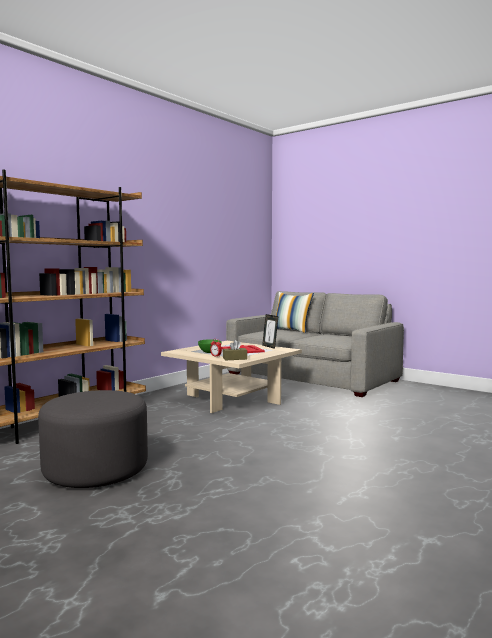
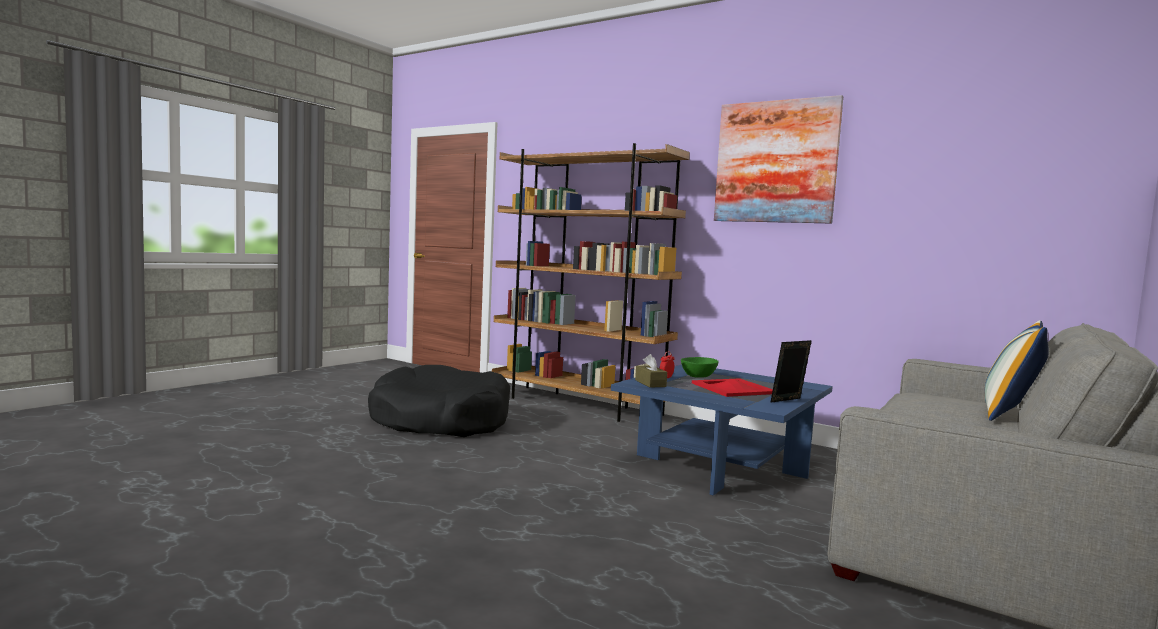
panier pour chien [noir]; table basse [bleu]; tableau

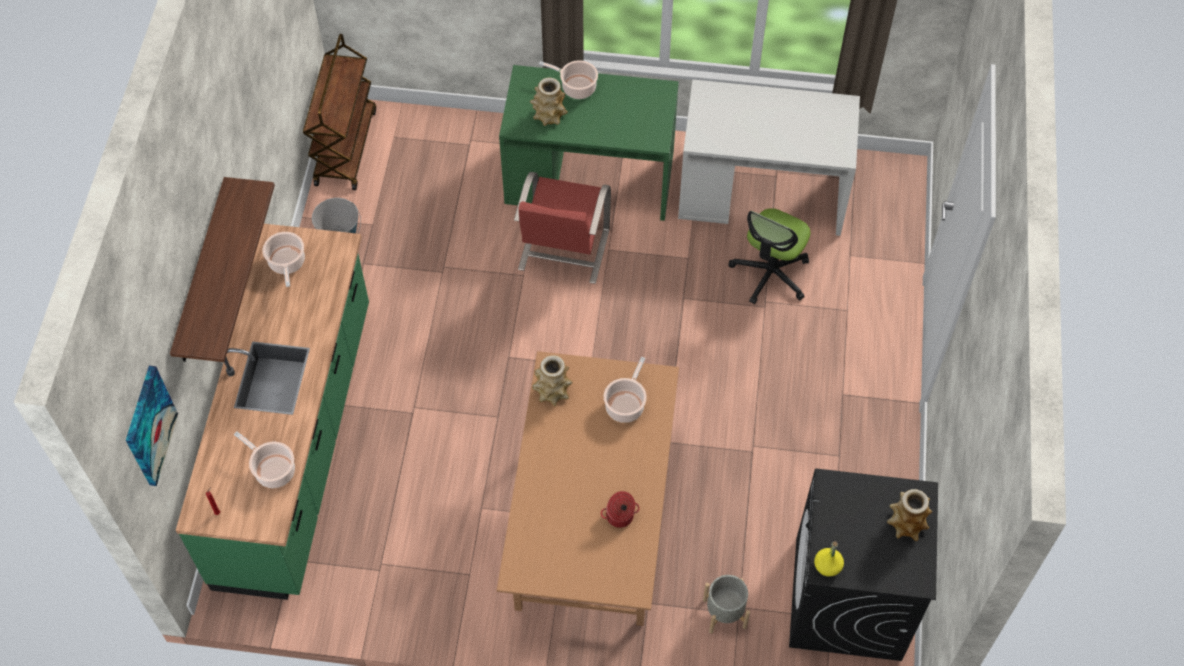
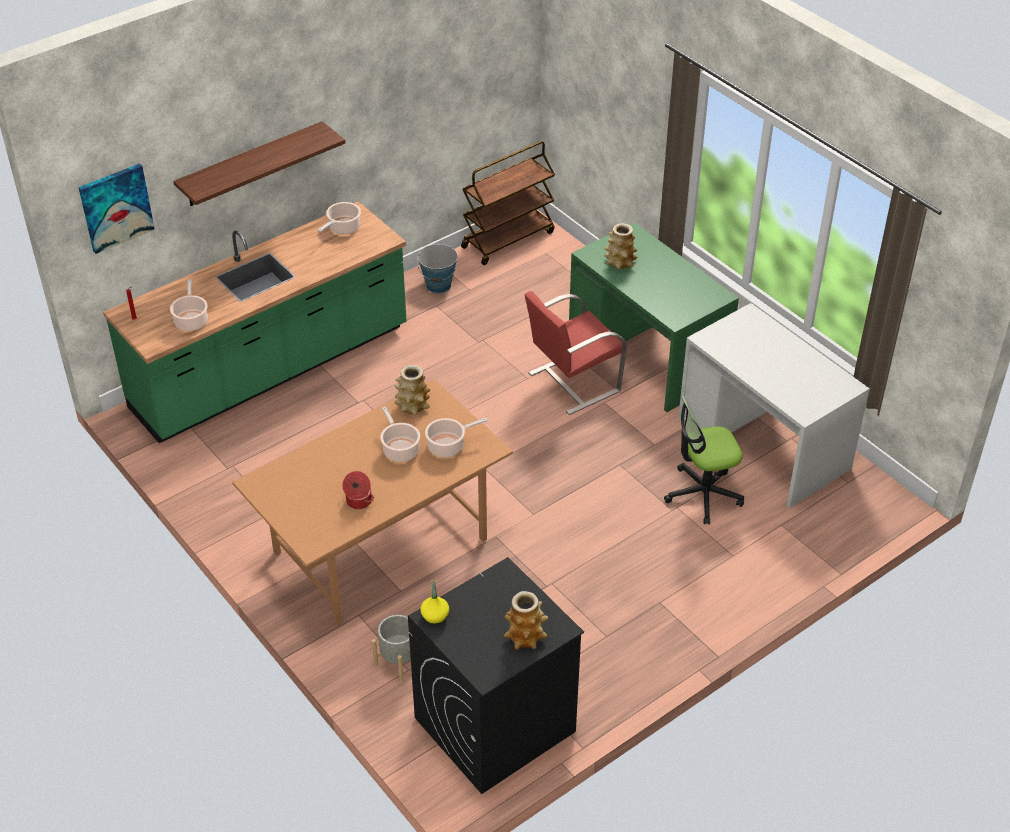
marmite (4th from left)

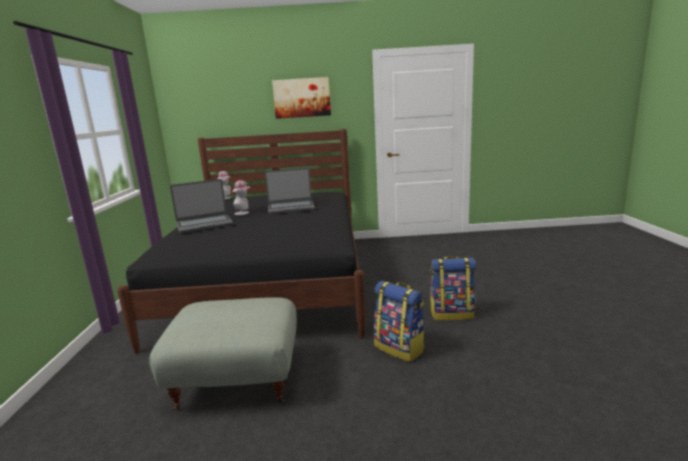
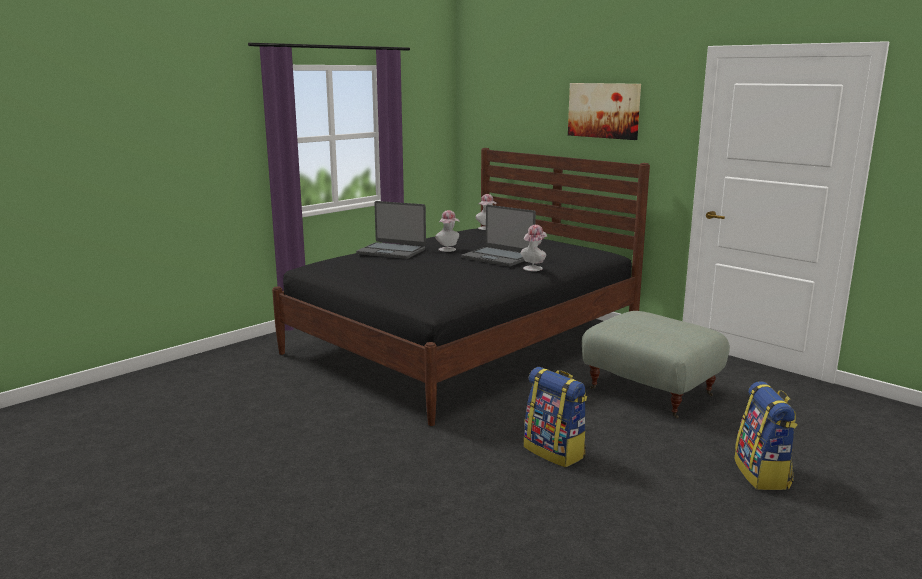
pouf [gris]; sac à dos (2nd from left); chapeau (3rd from left)

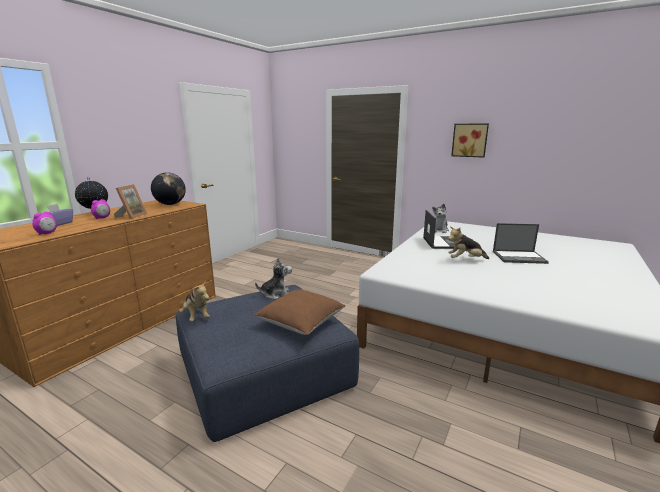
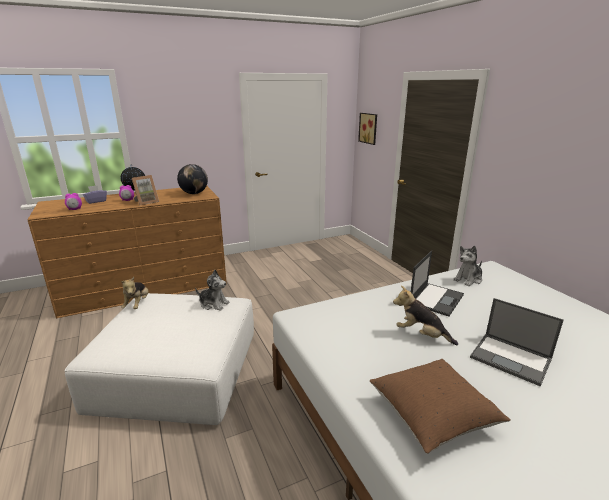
pouf [blanc]; coussin [marron]; tableau

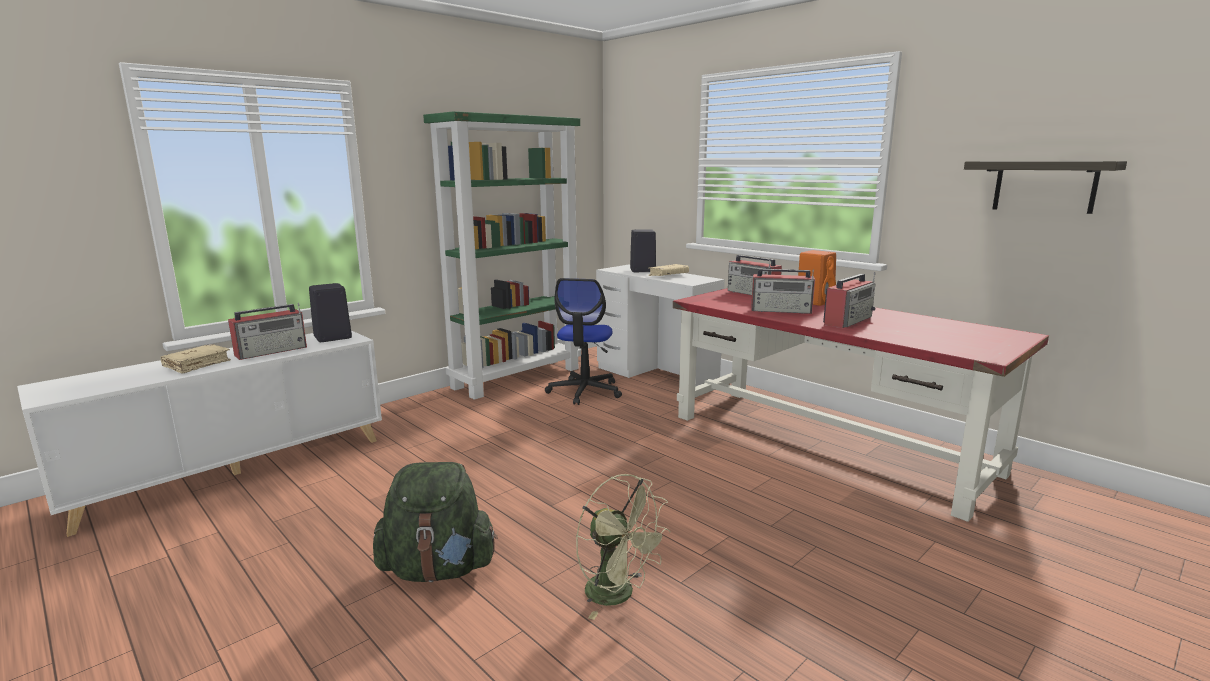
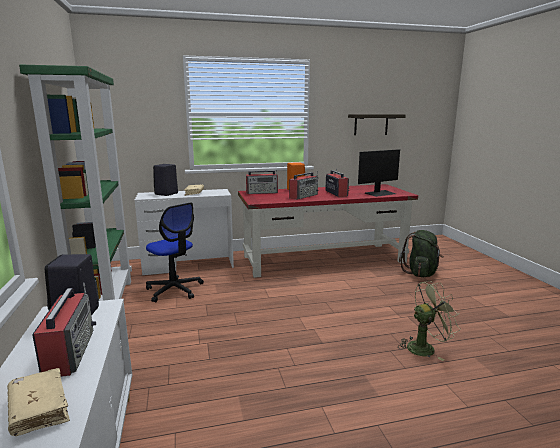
sac à dos [vert]; écran d'ordinateur

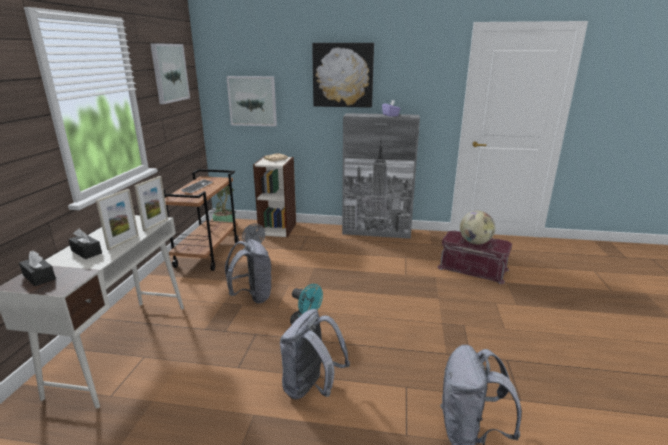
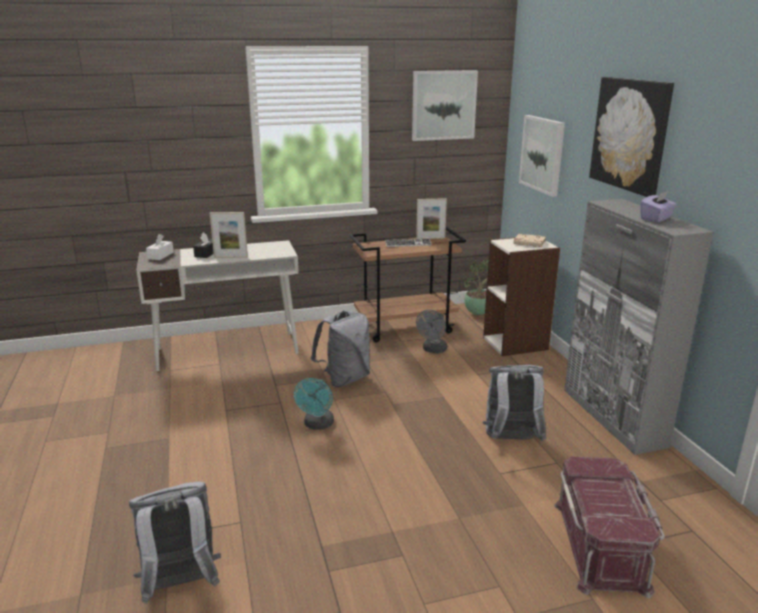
boîte à mouchoirs [blanc]; cadre photo (2nd from left); sac à dos [gris] (3rd from left); globe

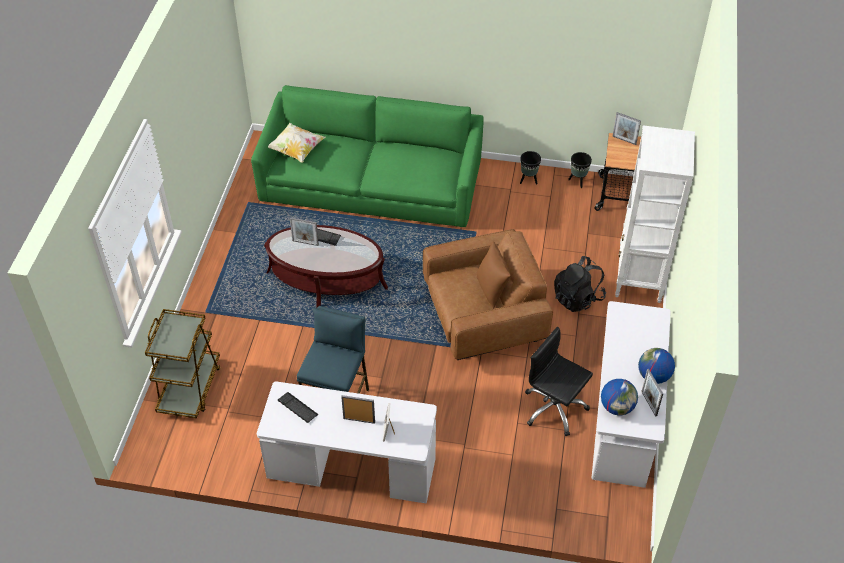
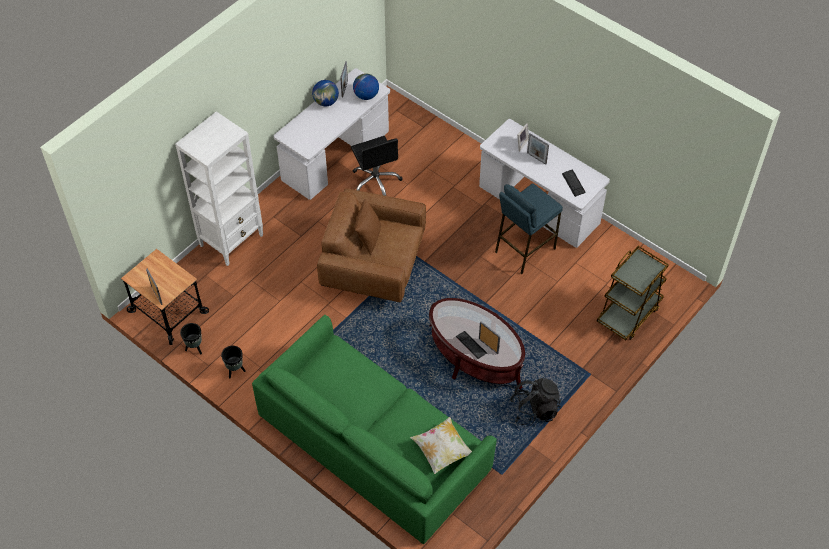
sac à dos [noir]

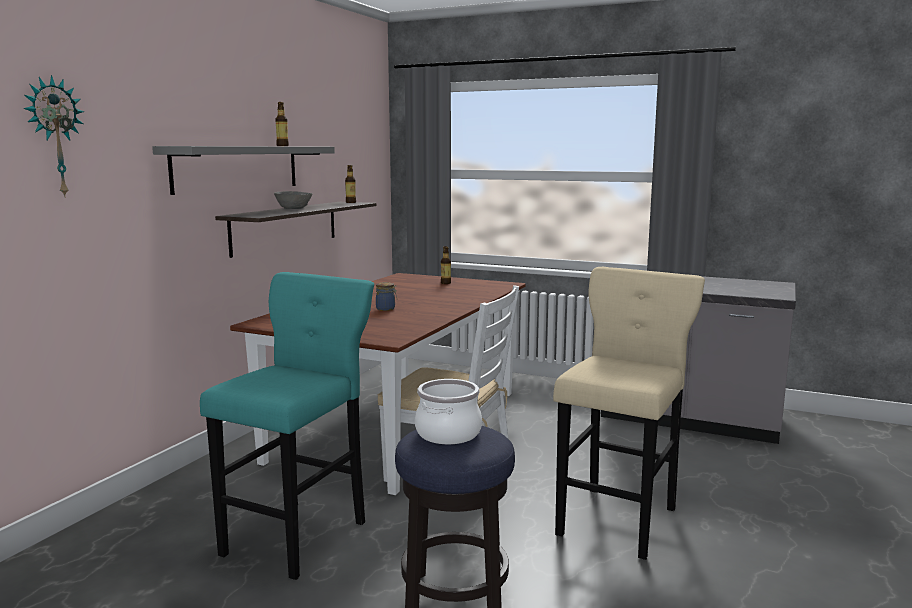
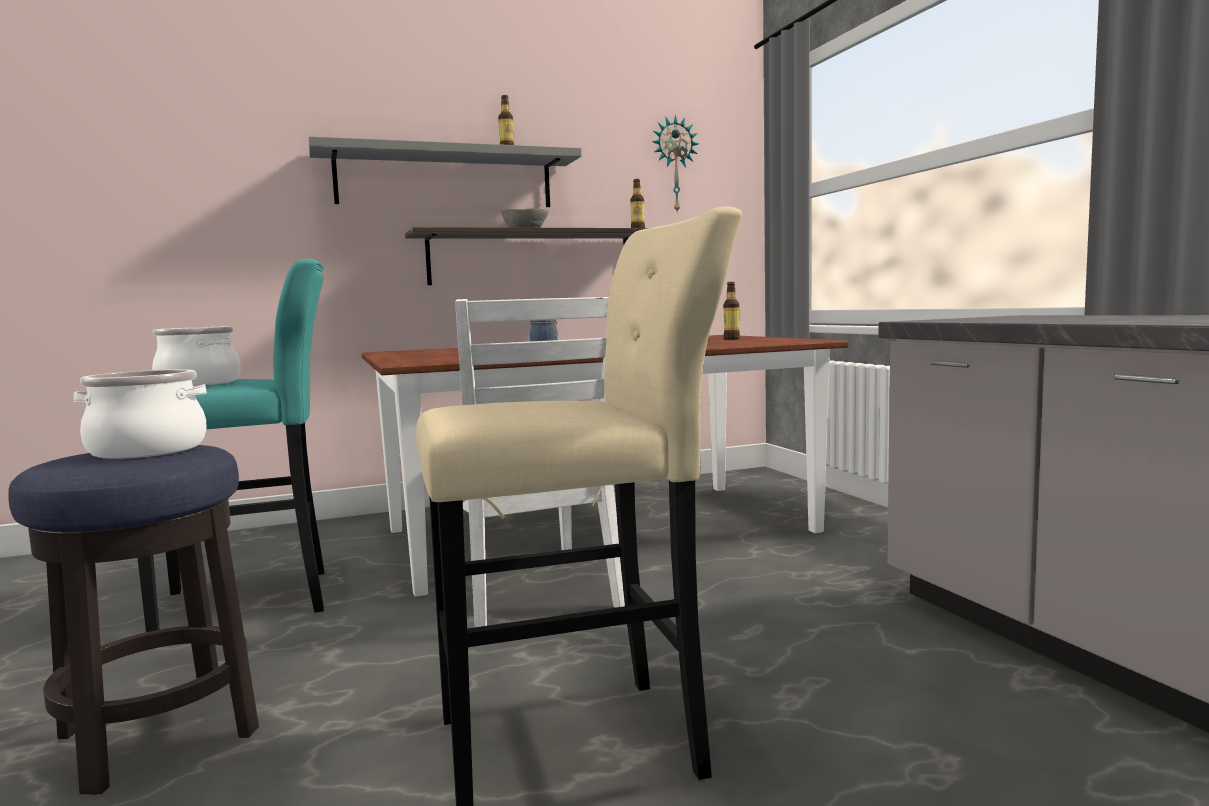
horloge murale; marmite (2nd from left)

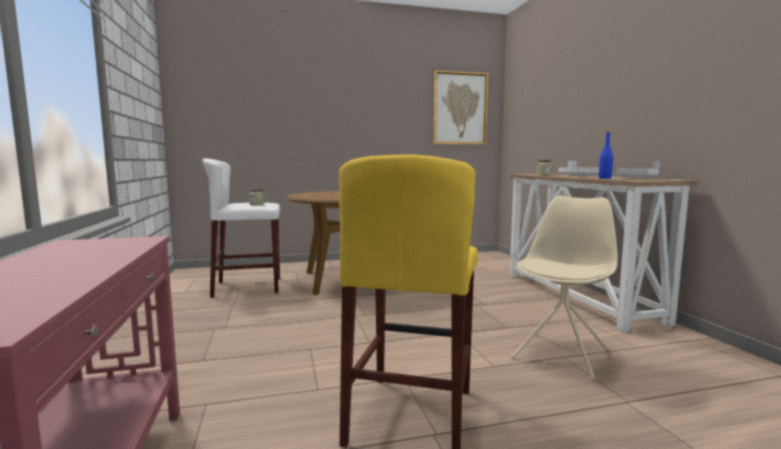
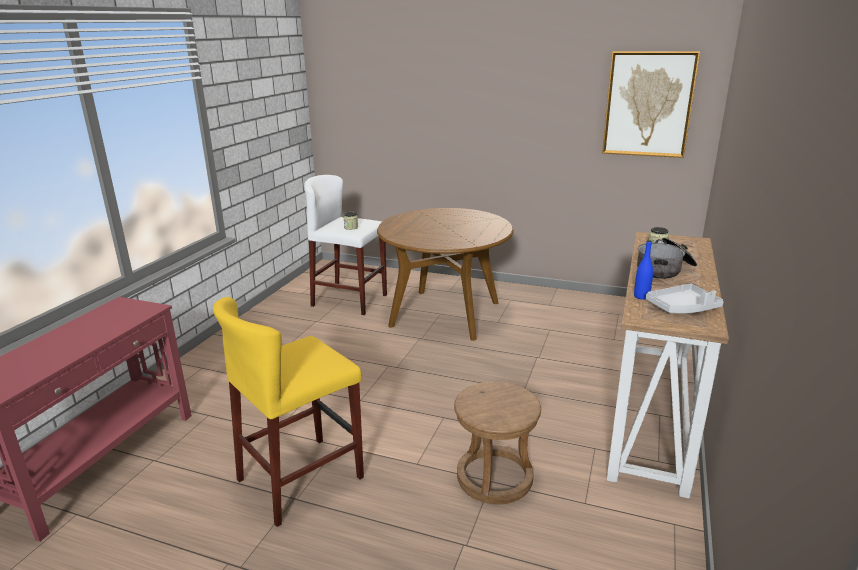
tabouret [marron]; marmite

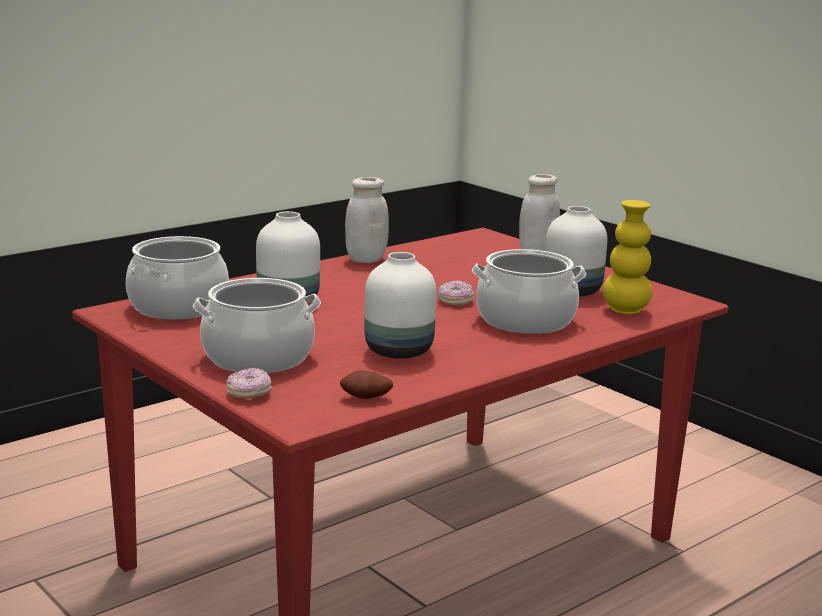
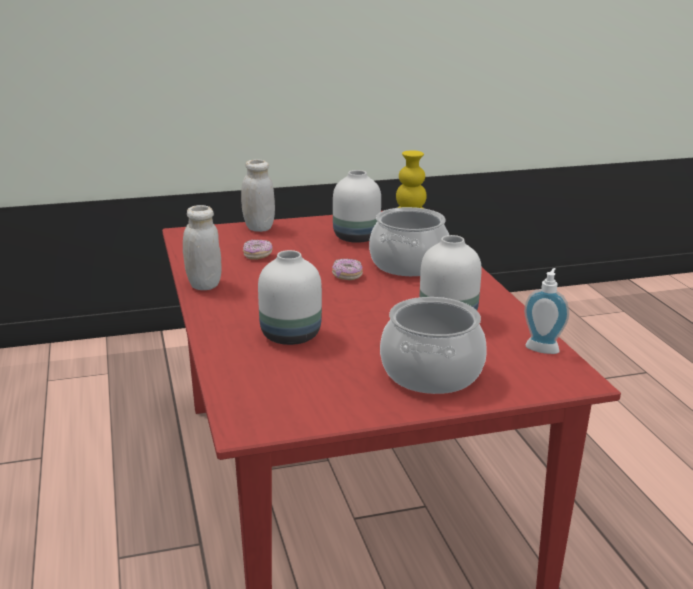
marmite (1st from left in the first image); beignet (1st from left); distributeur de savon

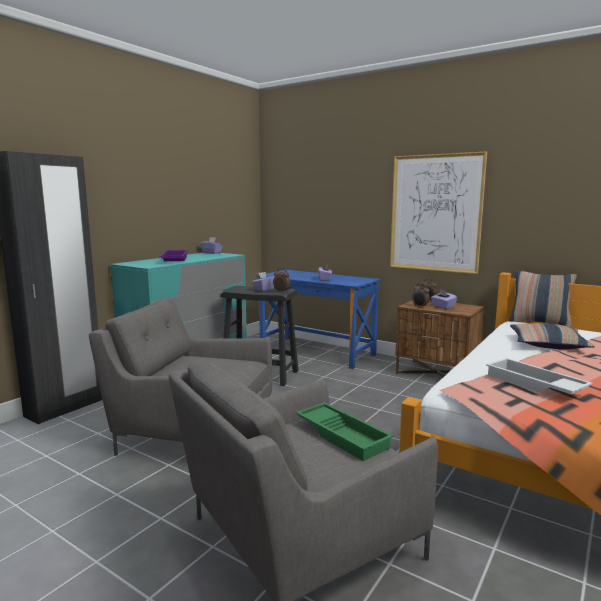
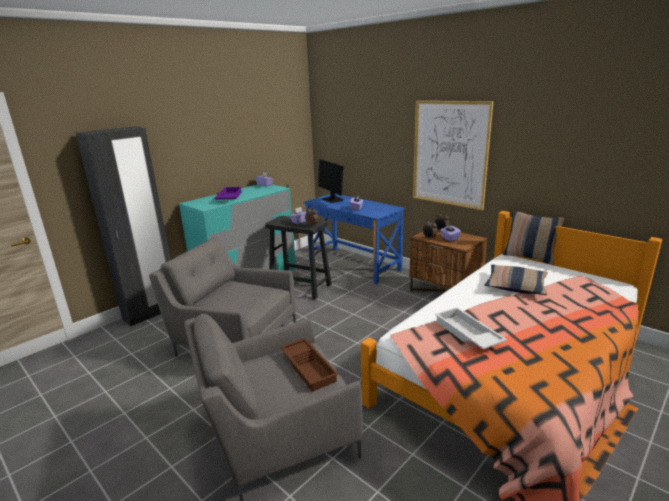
plateau [marron]; écran d'ordinateur

